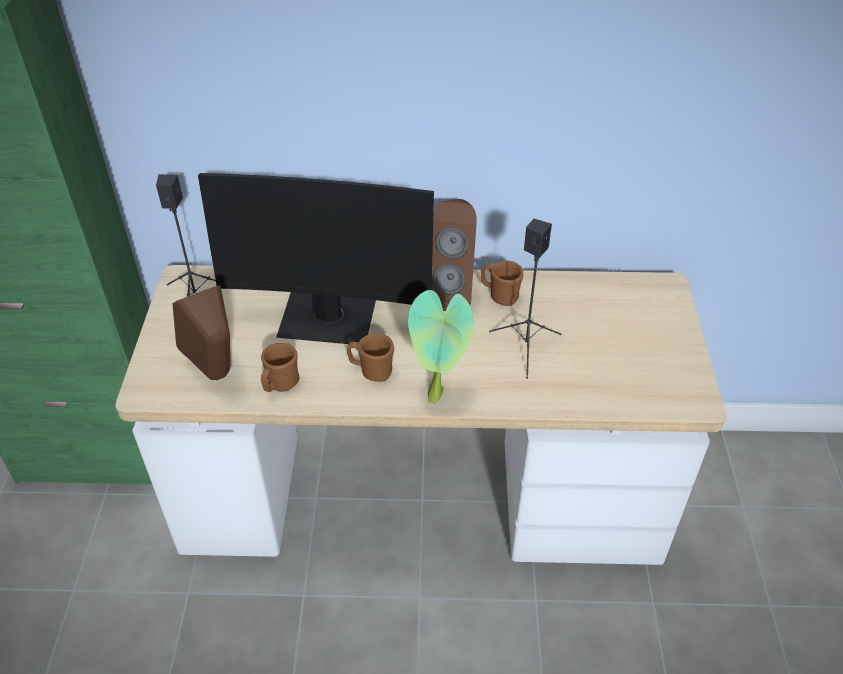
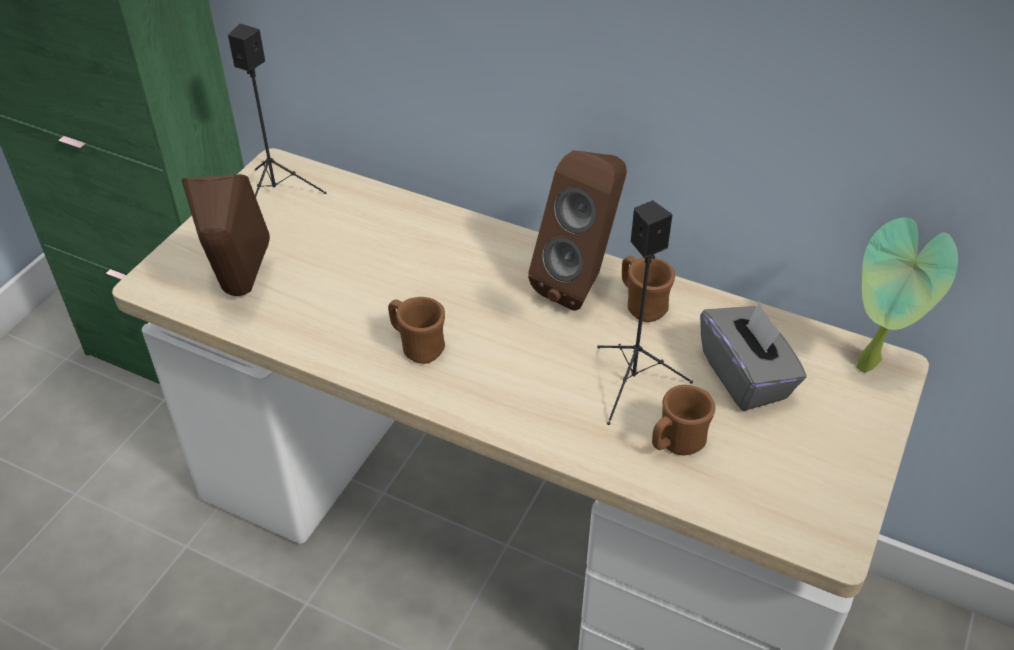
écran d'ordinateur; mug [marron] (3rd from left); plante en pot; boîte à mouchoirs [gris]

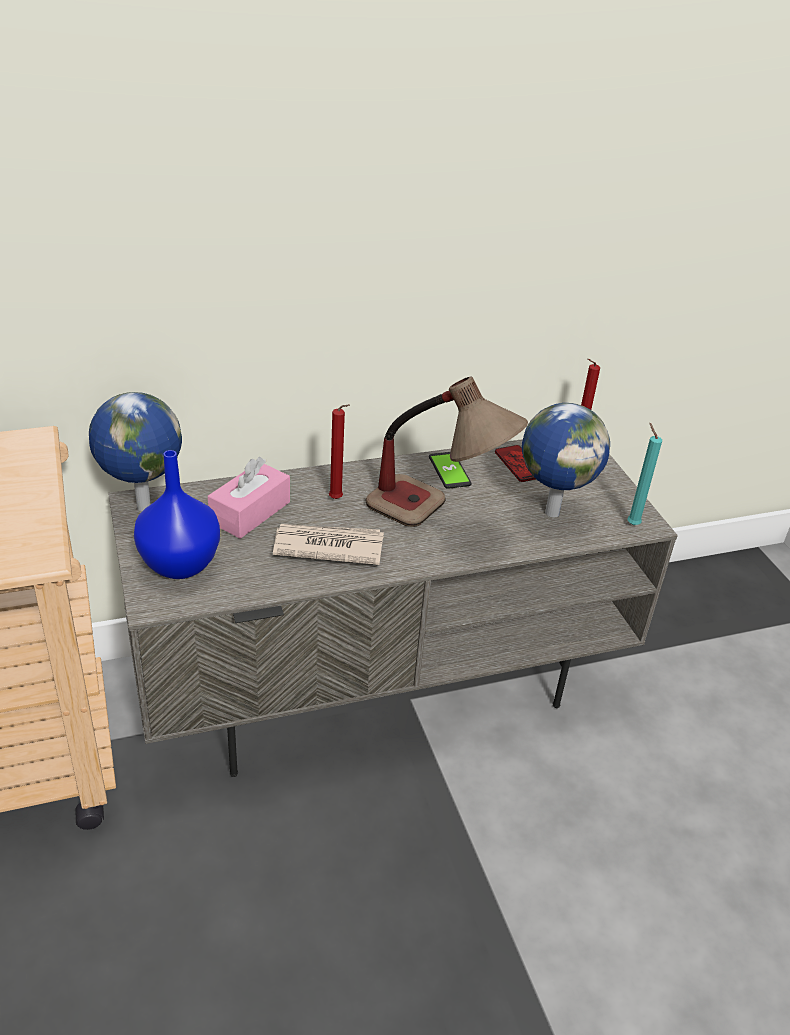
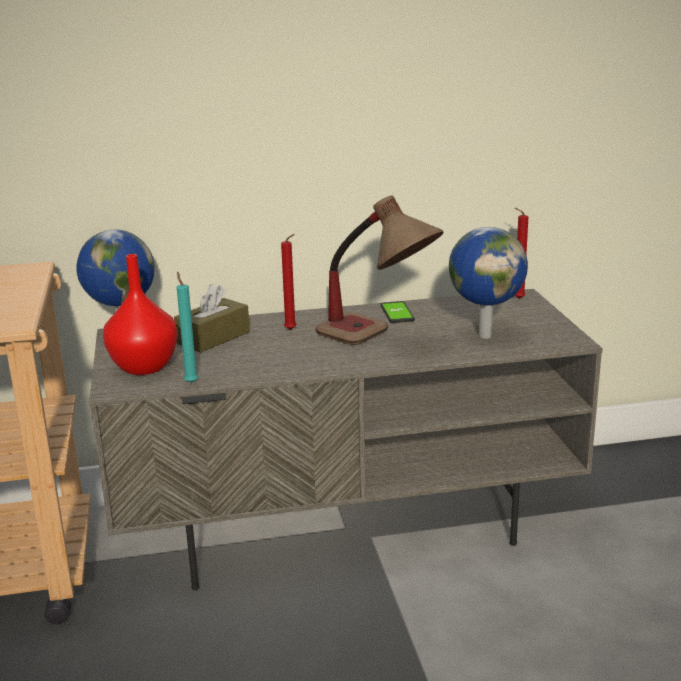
vase [rouge]; boîte à mouchoirs [marron]; journal; téléphone (2nd from left in the first image); bougie [turquoise]

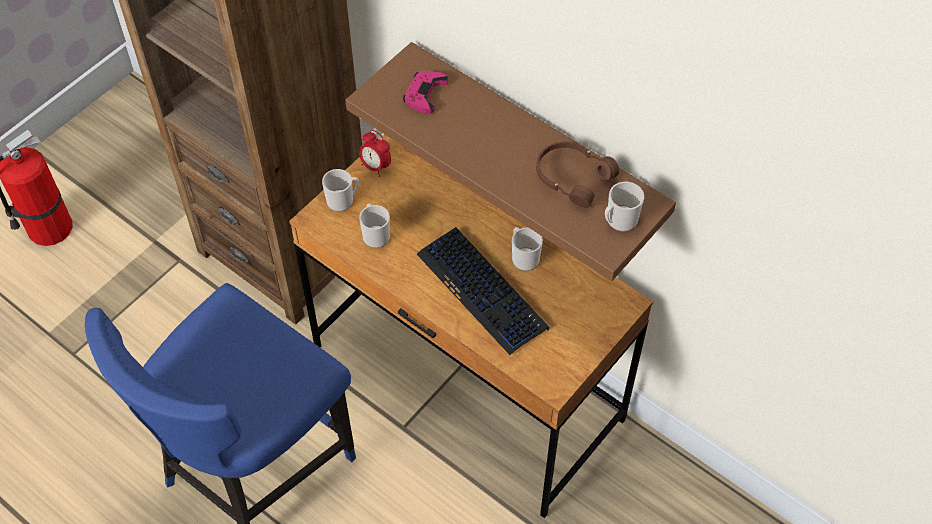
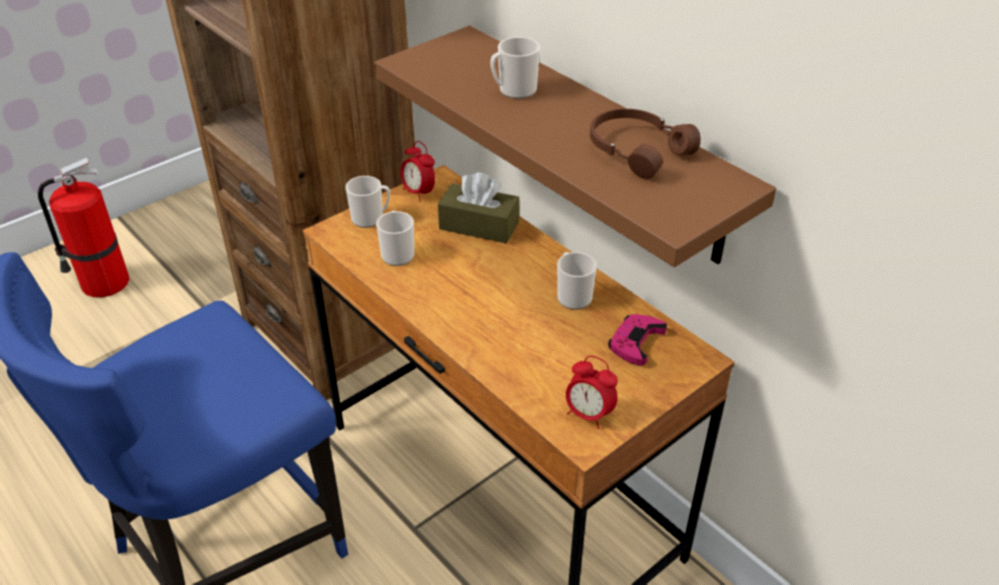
manette [rose]; clavier; mug (3rd from left); boîte à mouchoirs [marron]; réveil (2nd from left)

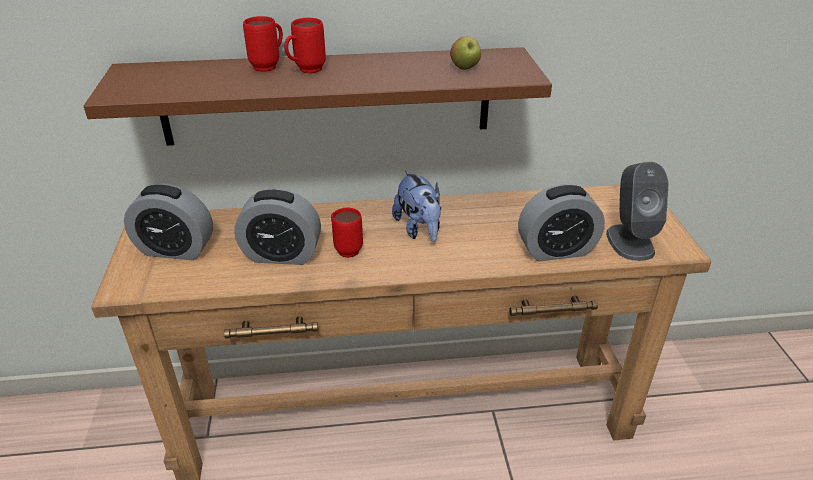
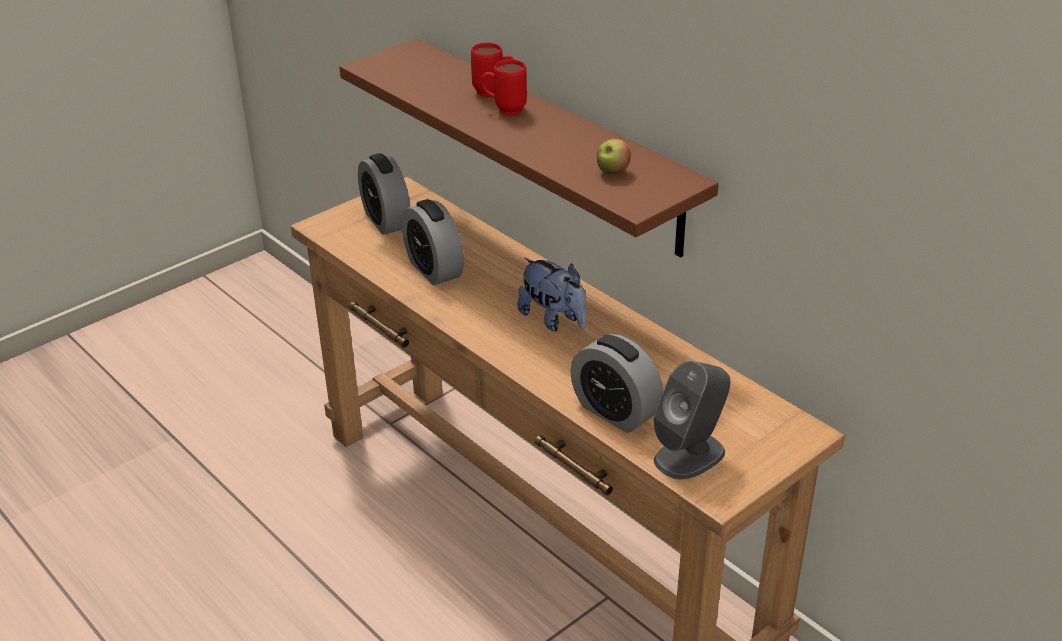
mug [rouge] (3rd from left in the first image); peluche

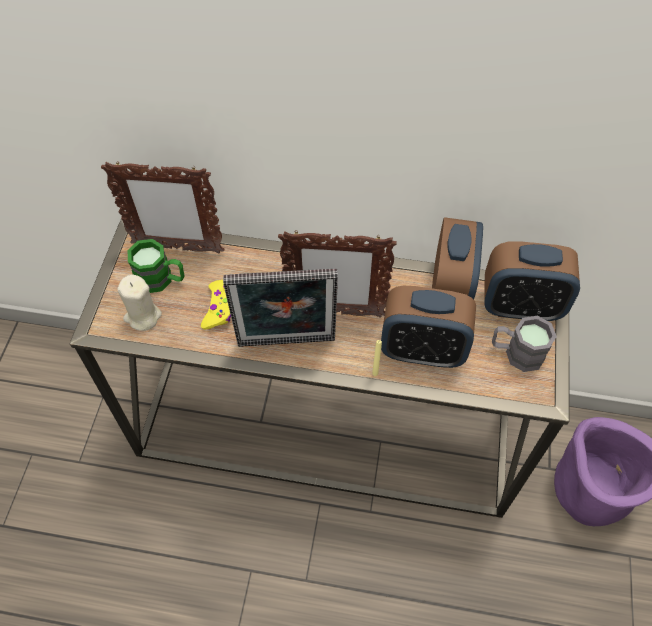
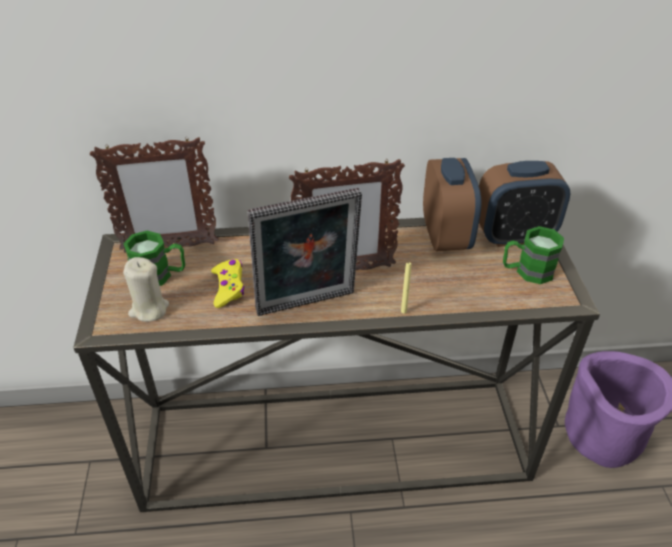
réveil (1st from left in the first image); mug [vert] (2nd from left)

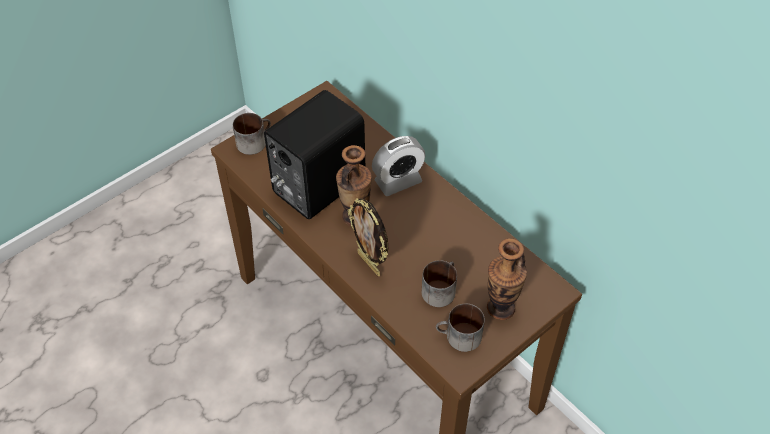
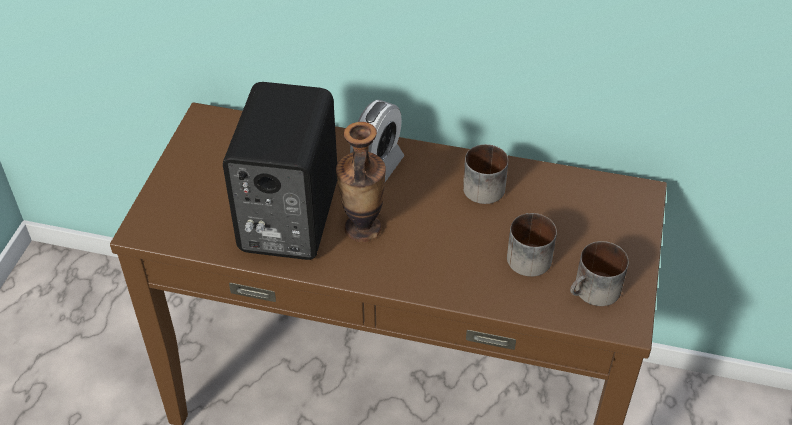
mug (1st from left); cadre photo; vase (2nd from left in the first image)

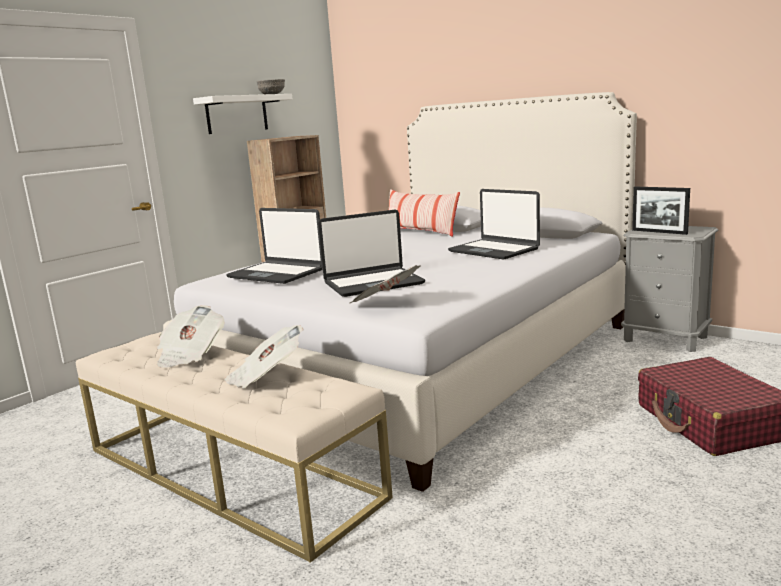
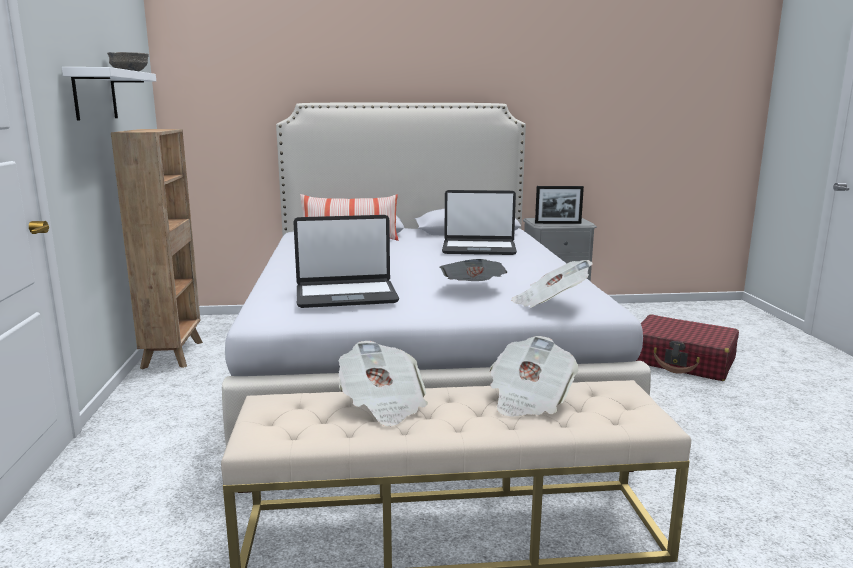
journal (2nd from left)

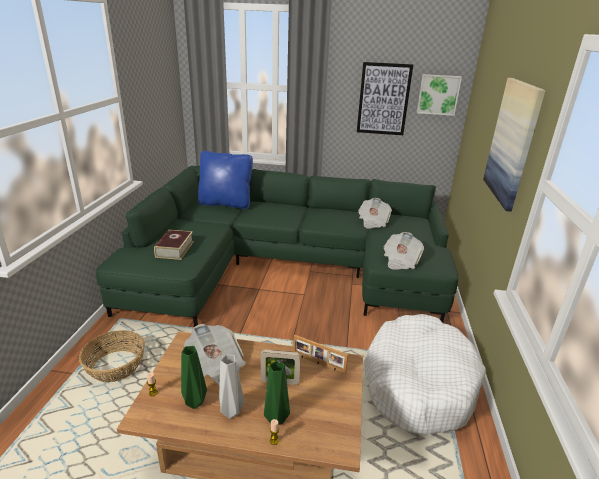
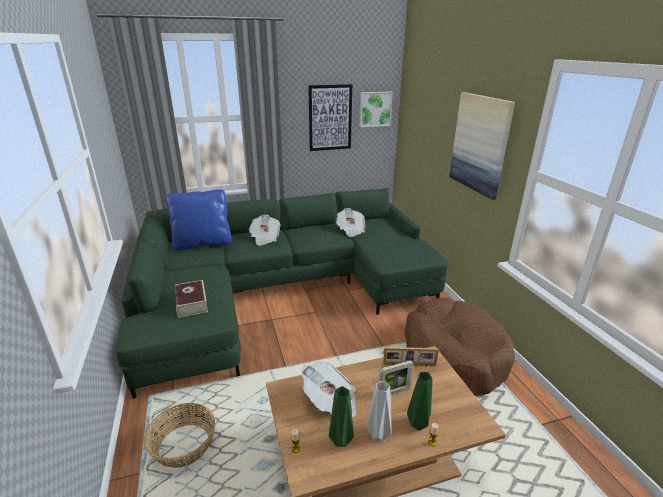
panier pour chien [marron]; journal (1st from left)

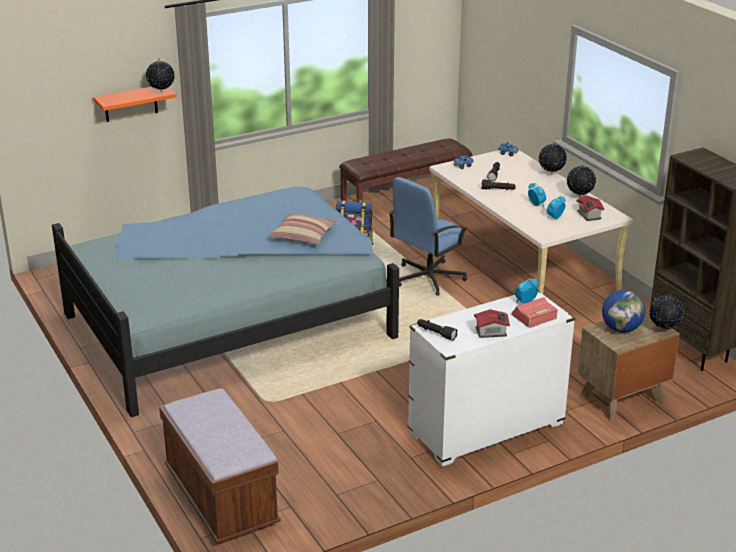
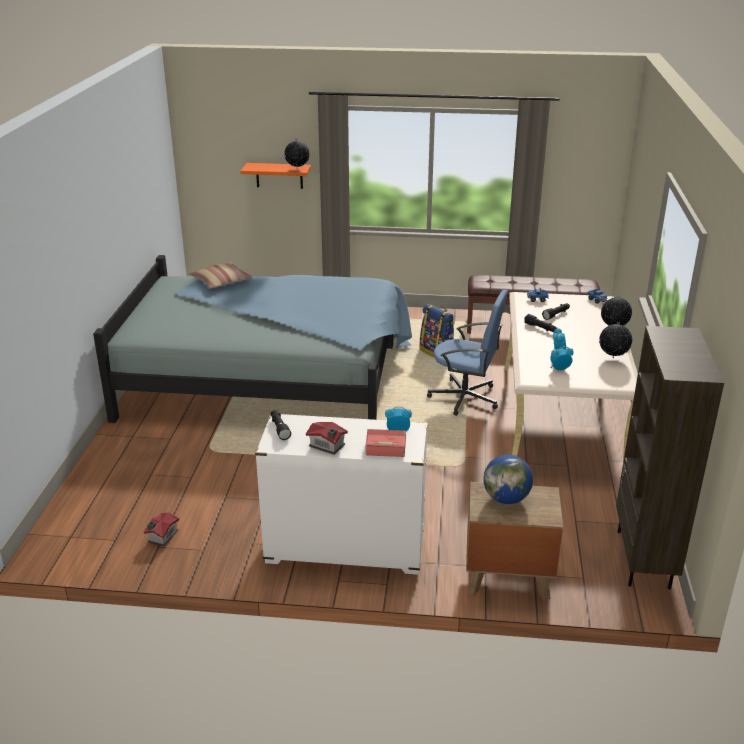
banc [marron] (1st from left in the first image); coussin; chaise de bureau [bleu]; maison miniature (1st from left); globe (5th from left in the first image)

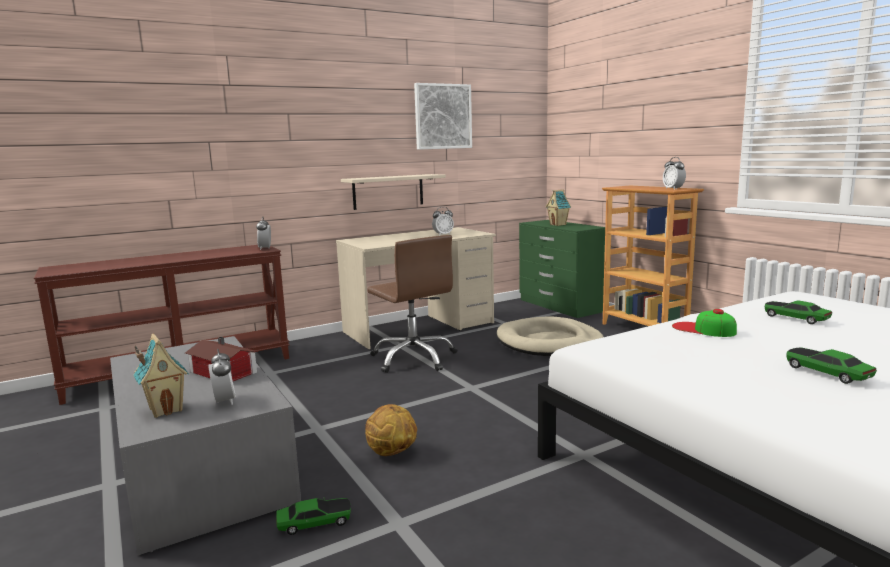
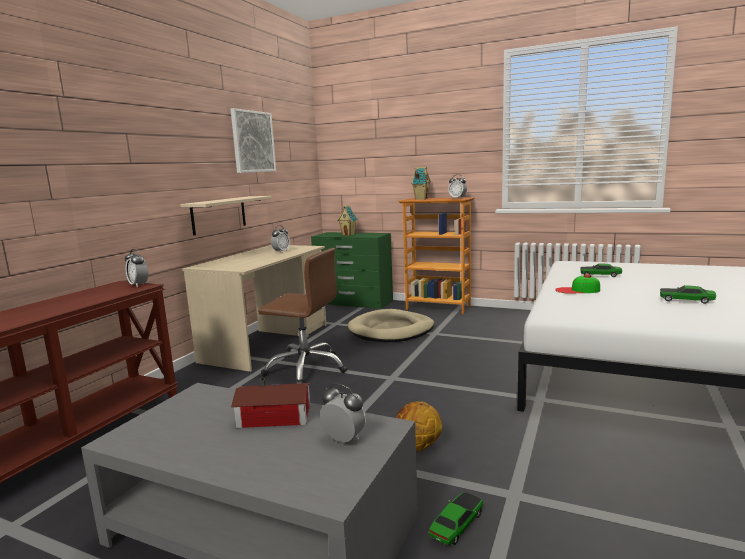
maison miniature (3rd from left)

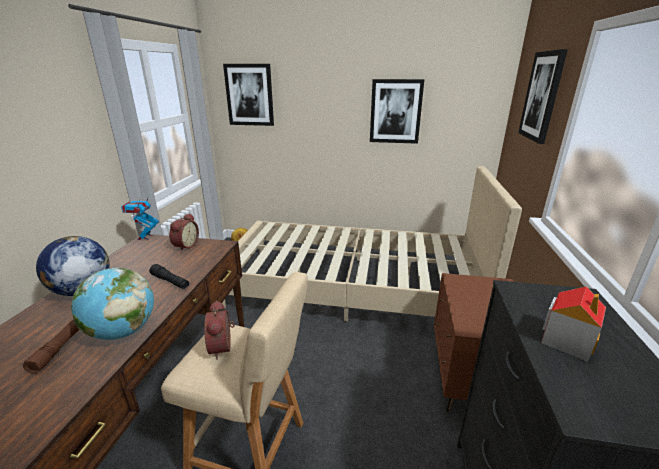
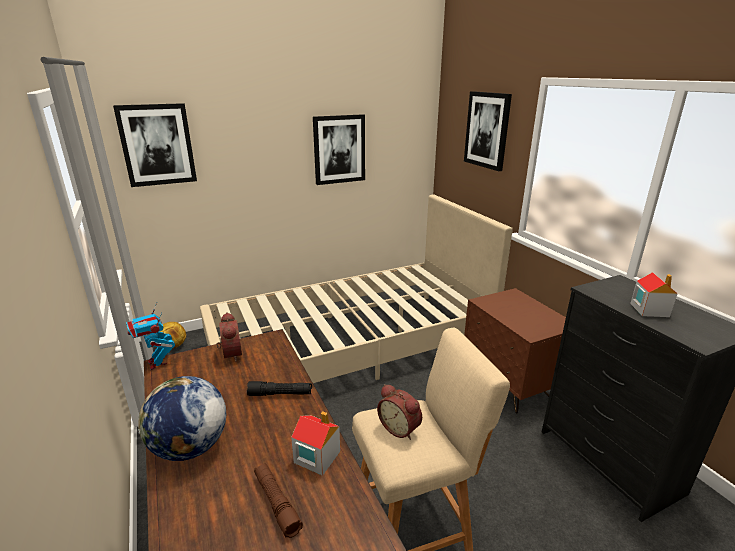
maison miniature (1st from left)

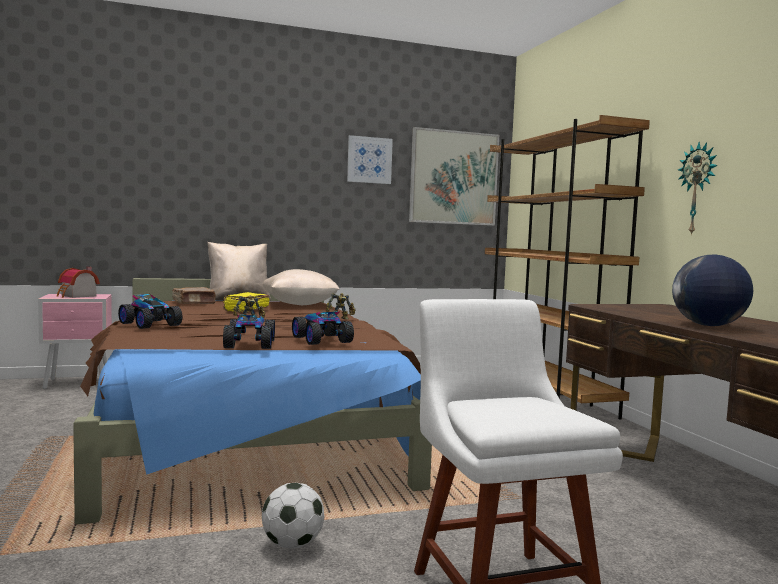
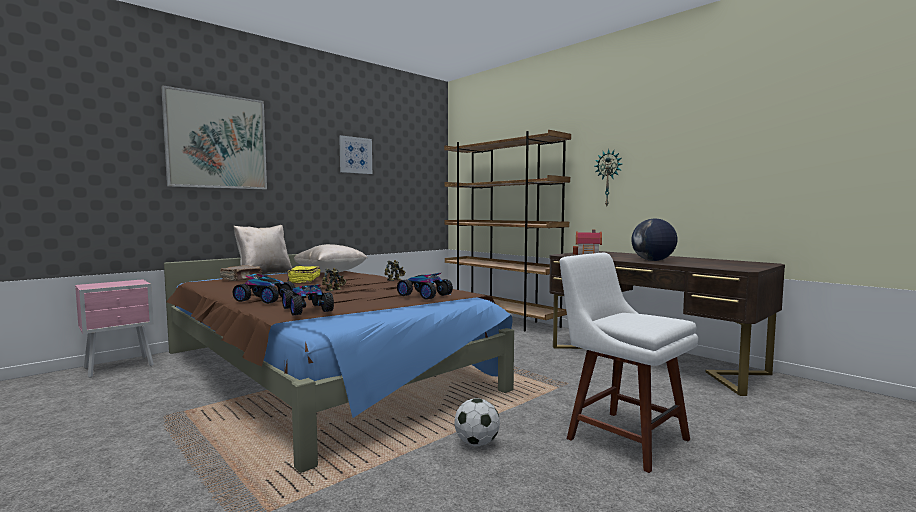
maison miniature; petite voiture (2nd from left); tableau (1st from left)

